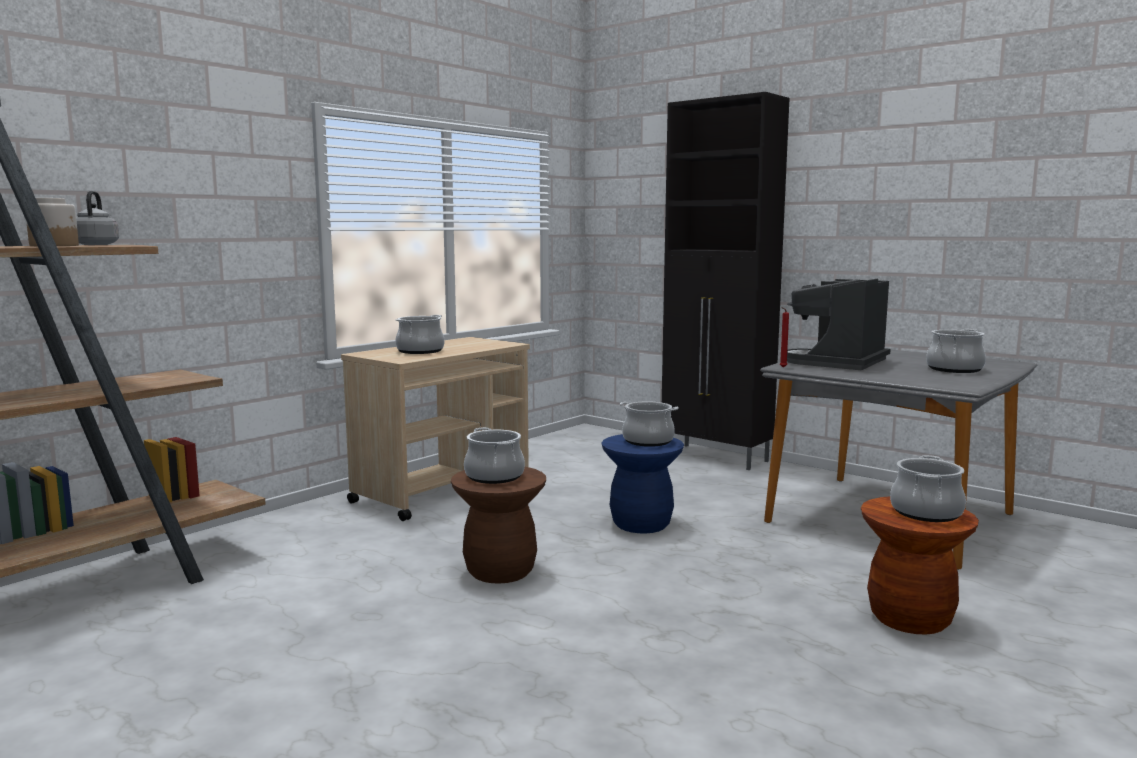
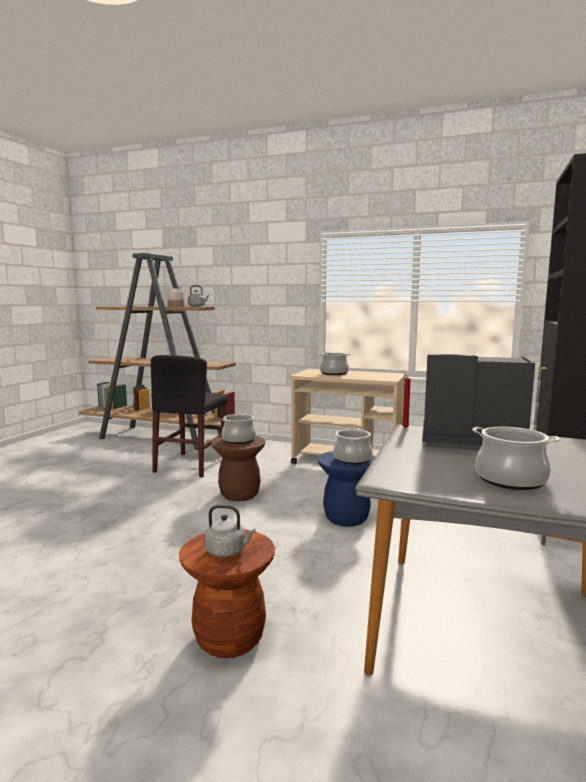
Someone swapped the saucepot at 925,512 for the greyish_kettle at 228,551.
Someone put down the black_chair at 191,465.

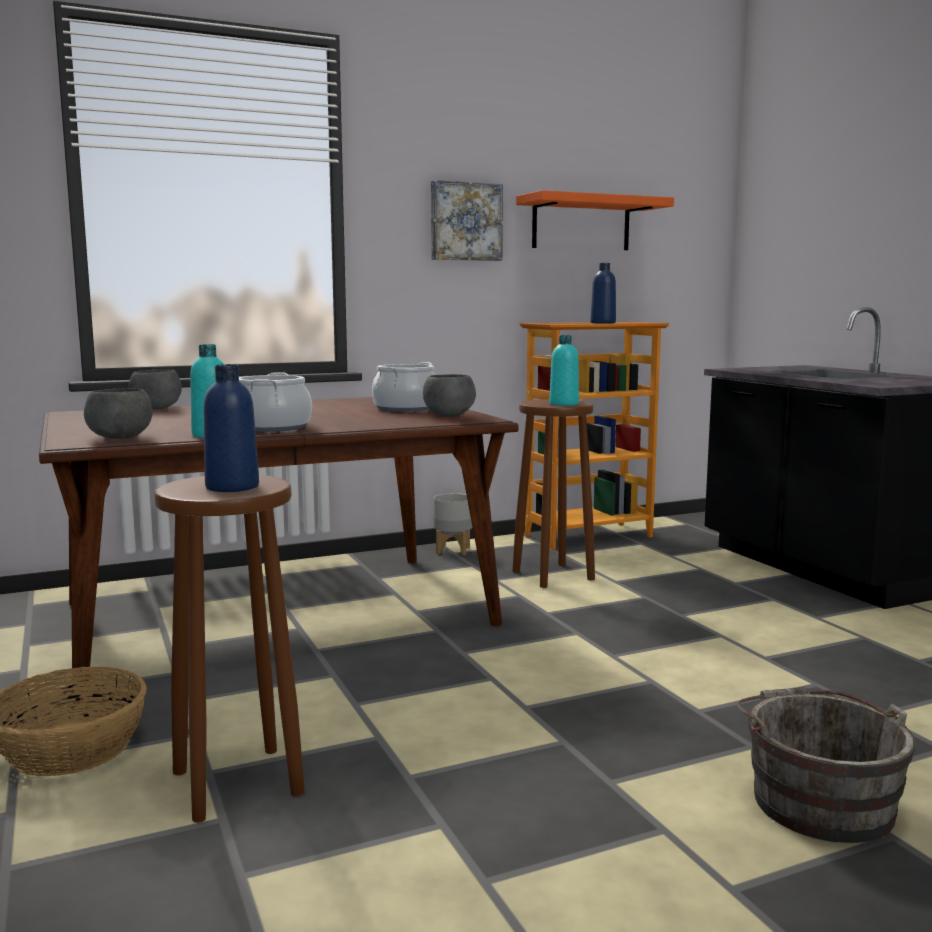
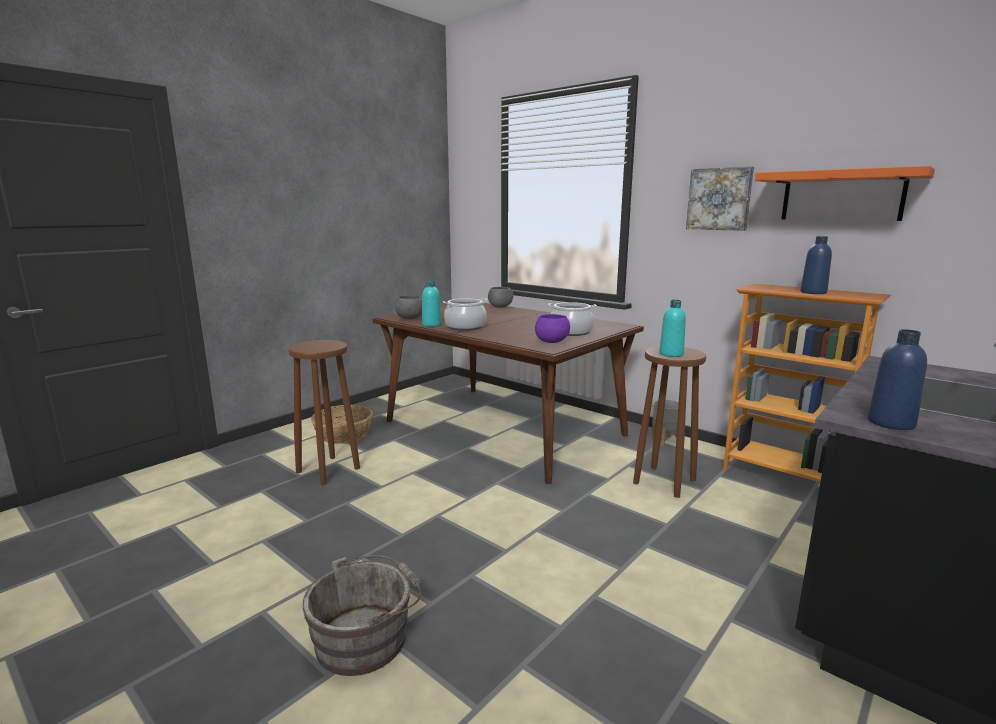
Someone carried the blue_bottle from 232,487 to 891,423.
Someone repainted the greyish_serving_bowl at 450,416, which became the purplish_serving_bowl at 552,342.

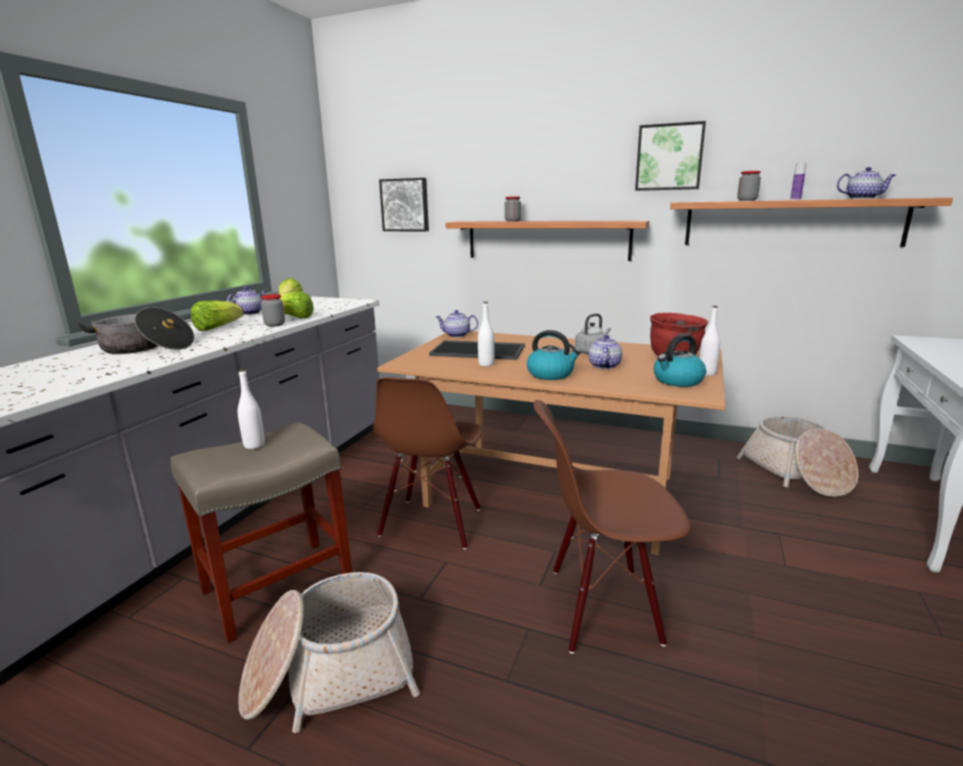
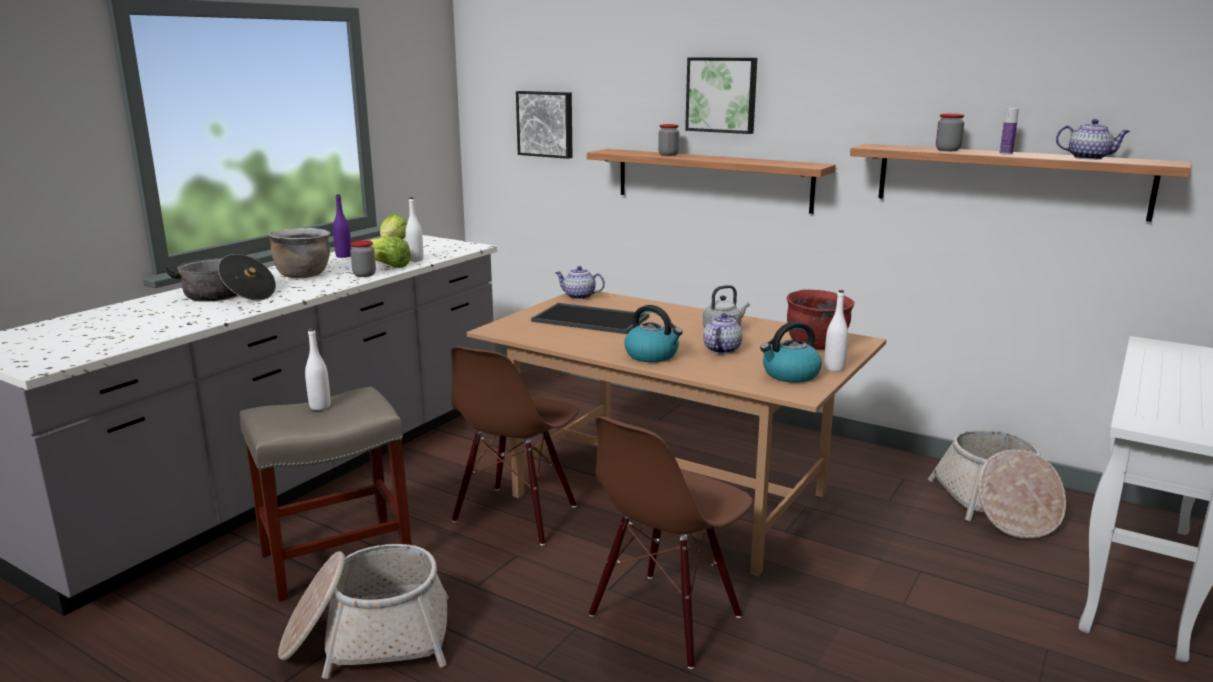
Someone swapped the lettuce_head at 217,328 for the brown_saucepot at 303,275.
Someone swapped the tea_pot at 249,313 for the purplish_bottle at 343,256.
Someone carried the white_bottle from 486,364 to 415,260.
Someone rotated the brown_chair at 603,607 by 60 degrees counterclockwise.
Someone carried the wall_picture from 669,157 to 722,95.

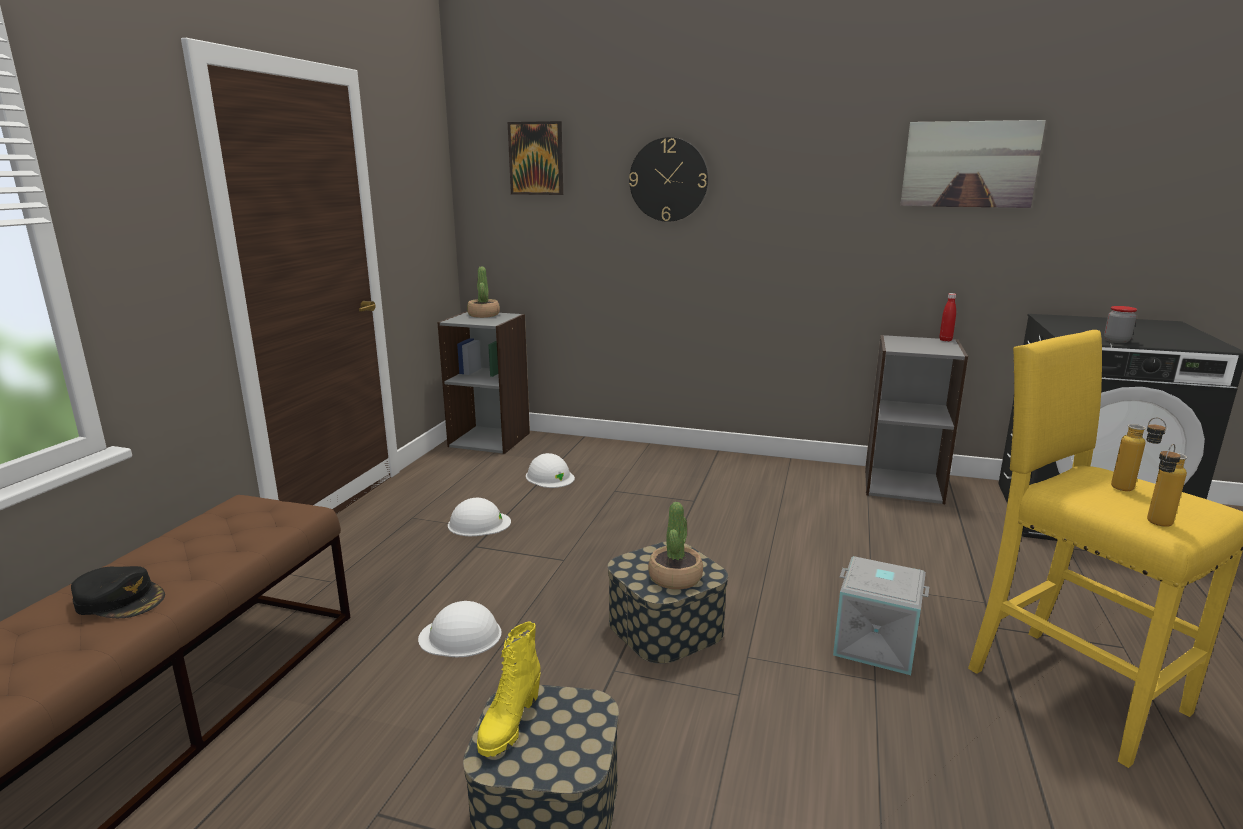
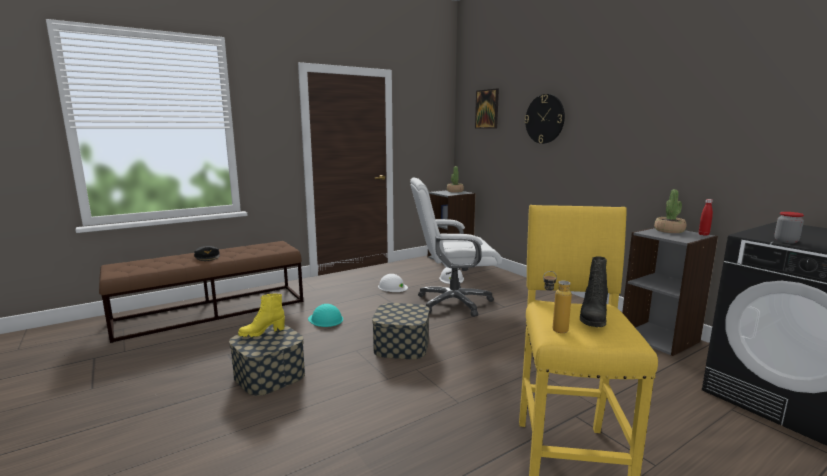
Someone repainted the white_hard_hat at 461,636, which became the turquoise-coloured_hard_hat at 325,319.
Someone carried the potted_plant from 675,577 to 669,231.
Someone took away the greyish_storage_box at 876,643.
Someone took away the wall_picture at 969,164.
Someone swapped the bottle at 1130,491 for the black_high-top_boot at 592,317.
Someone put down the white_office_chair at 453,302.

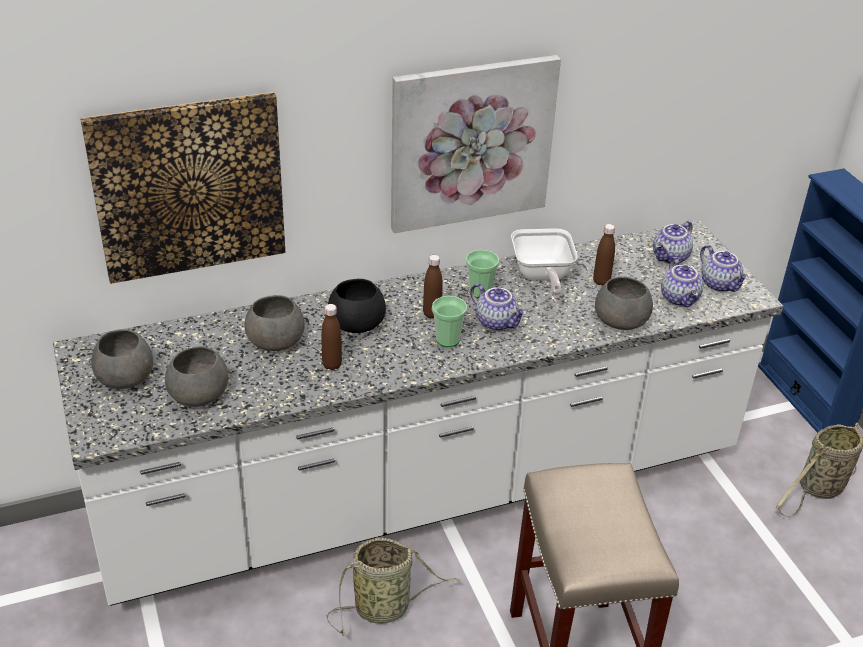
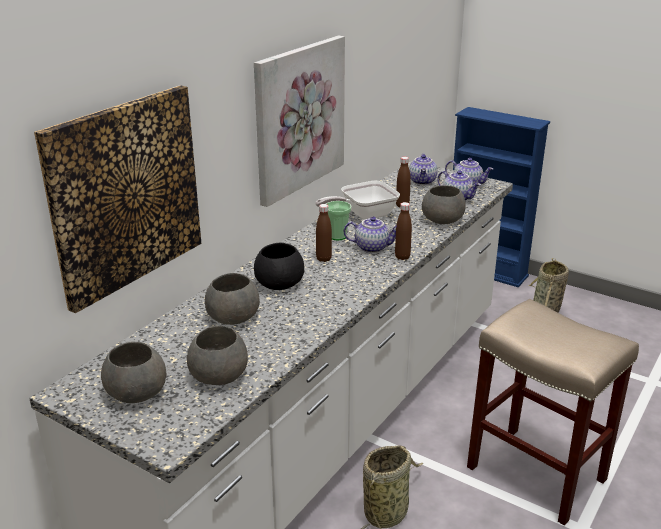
Someone carried the brown_bottle from 332,365 to 402,257.
Someone took away the small_cup at 447,340.
Someone rotated the frying_pan at 541,276 by 105 degrees clockwise.

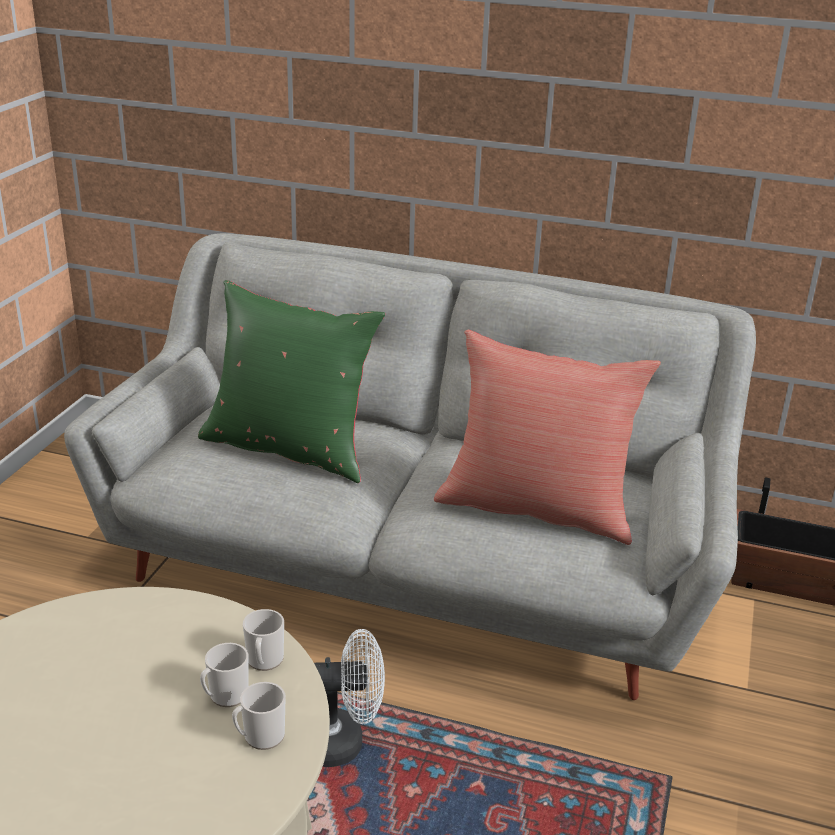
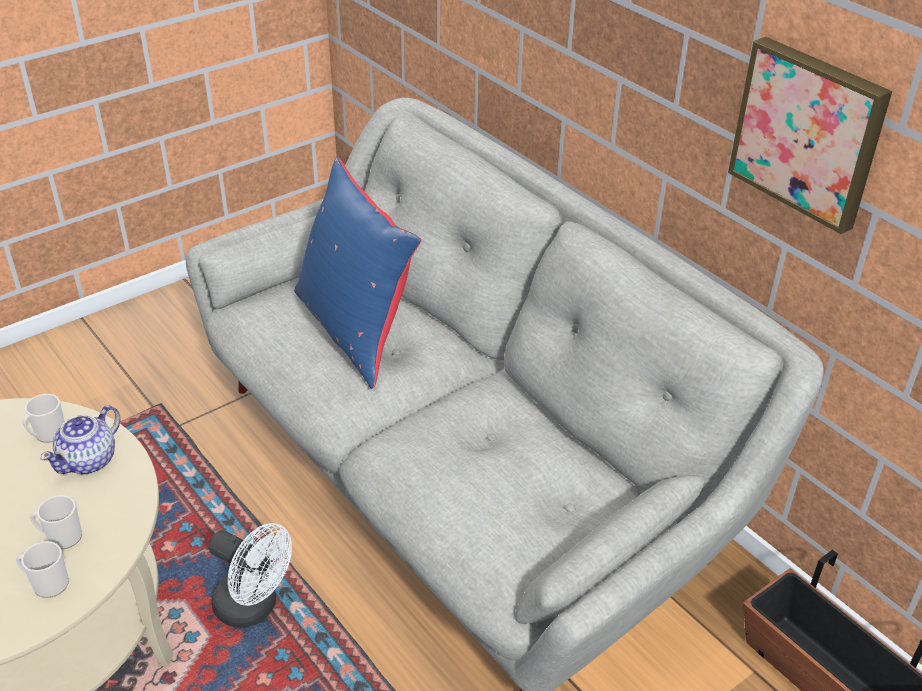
Someone repainted the greenish_cushion at 290,448, which became the blue_cushion at 355,330.
Someone carried the tea_mug from 264,661 to 47,434.
Someone took away the red_cushion at 536,508.
Someone put down the tea_pot at 89,460.
Someone put up the wall_picture at 809,132.

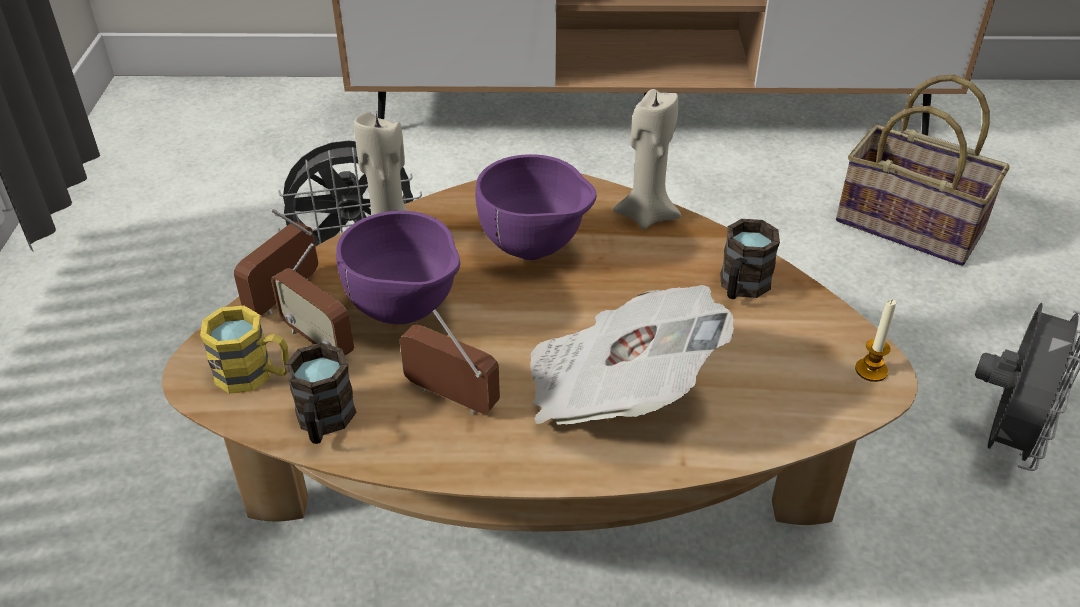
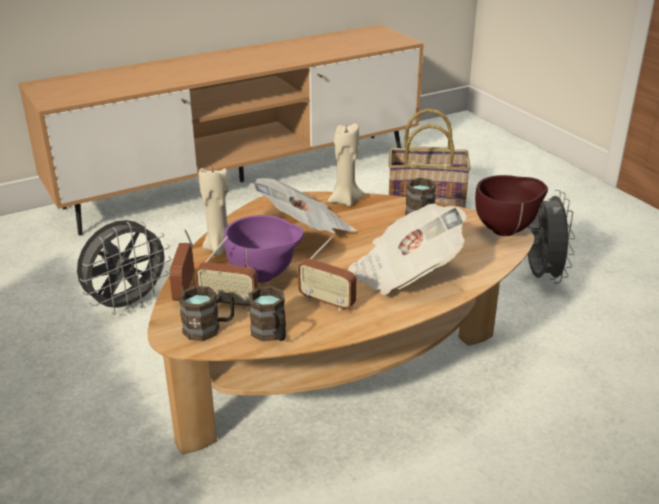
Someone repainted the yellow-coloured_tea_mug at 255,375, which became the brown_tea_mug at 209,328.
Someone rotated the radio_set at 451,397 by 150 degrees counterclockwise.
Someone swapped the purplish_serving_bowl at 536,251 for the printed_paper at 304,230.
Someone swapped the wax_candle at 871,370 for the brown_serving_bowl at 507,230.

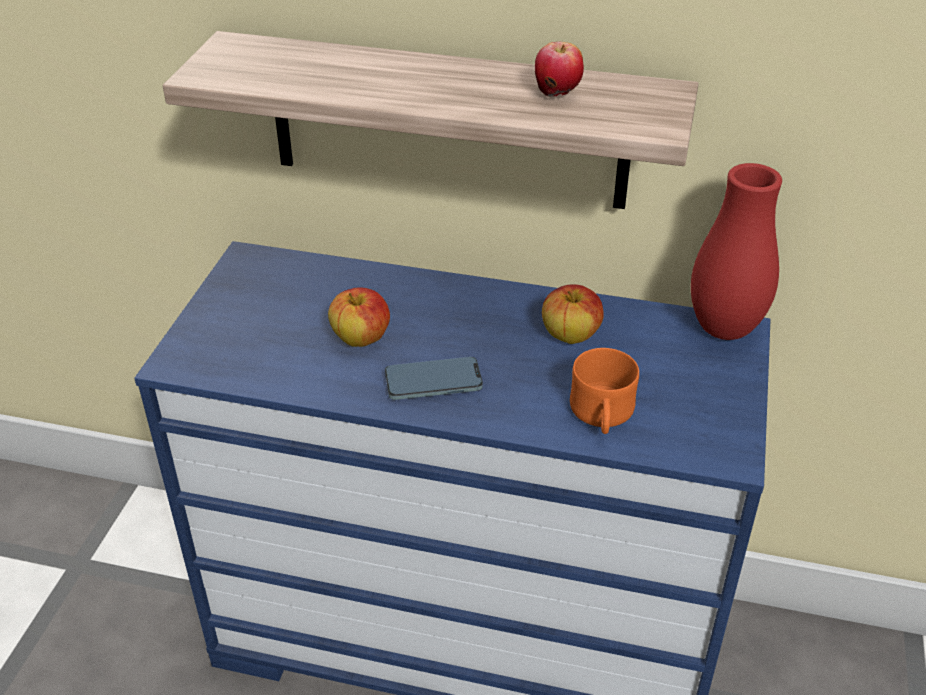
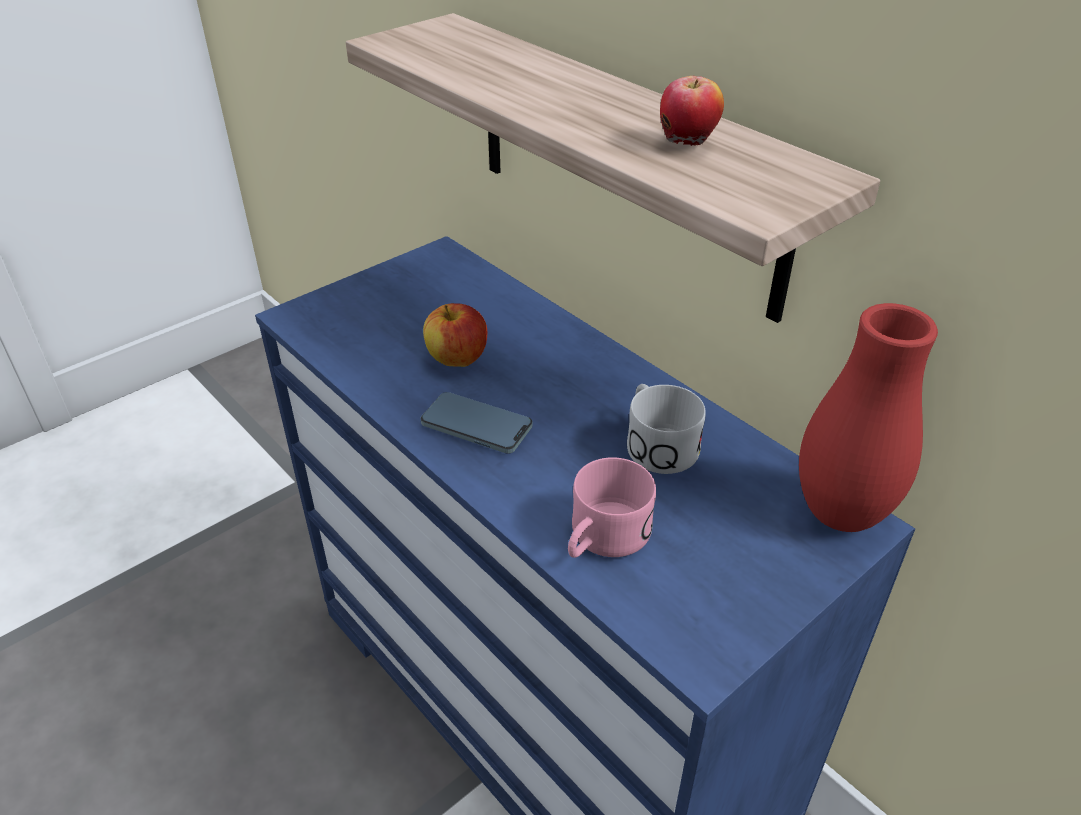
Someone swapped the whole_apple at 571,336 for the white_tea_mug at 656,443.
Someone repainted the orange-coloured_tea_mug at 602,416, which became the pink-coloured_tea_mug at 602,539.

